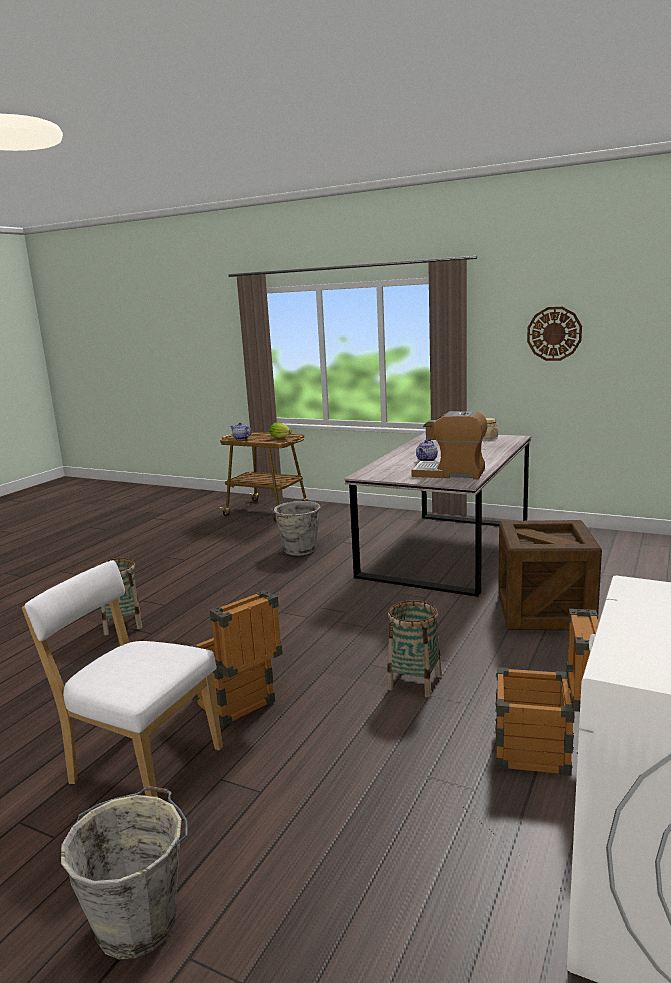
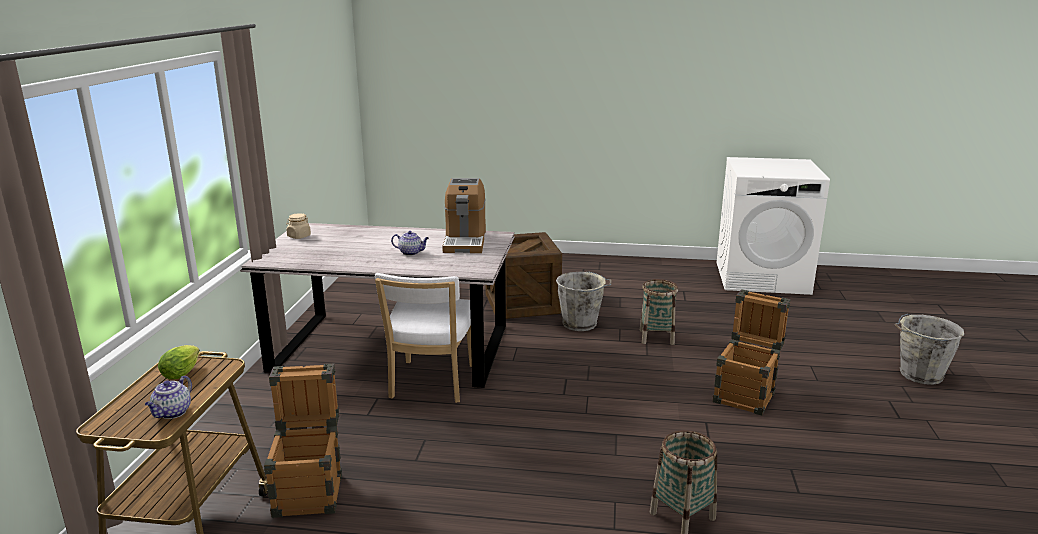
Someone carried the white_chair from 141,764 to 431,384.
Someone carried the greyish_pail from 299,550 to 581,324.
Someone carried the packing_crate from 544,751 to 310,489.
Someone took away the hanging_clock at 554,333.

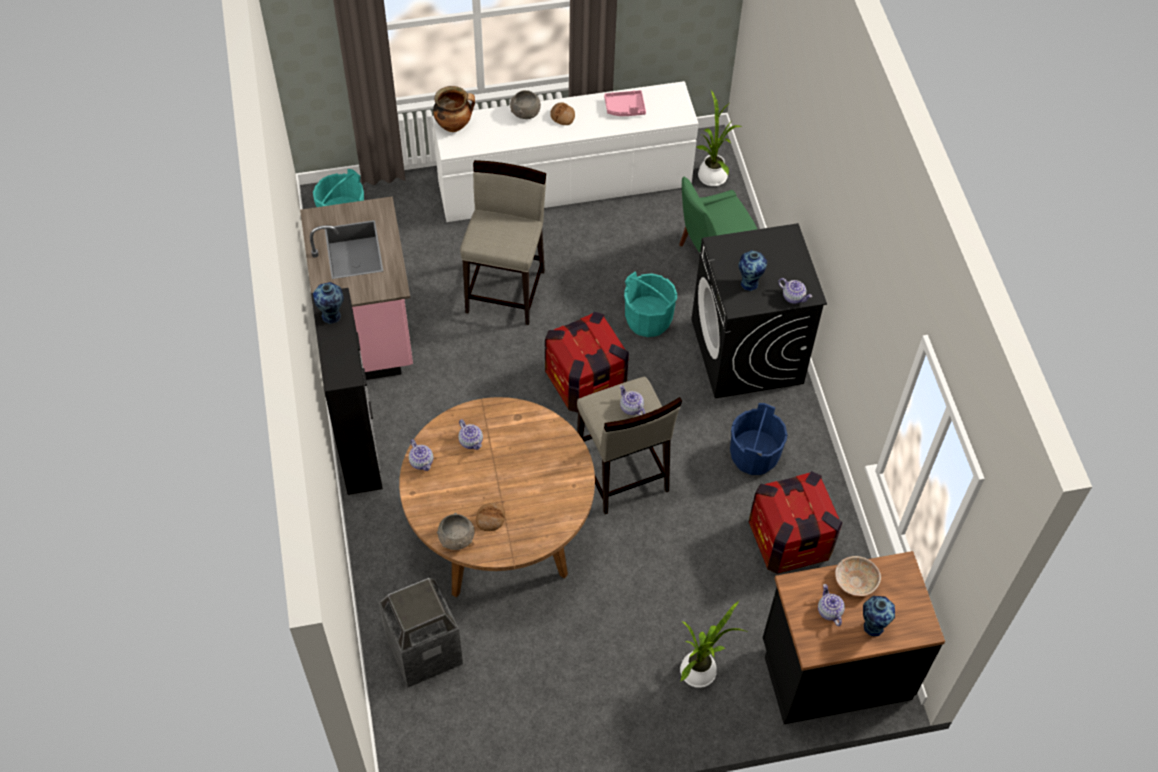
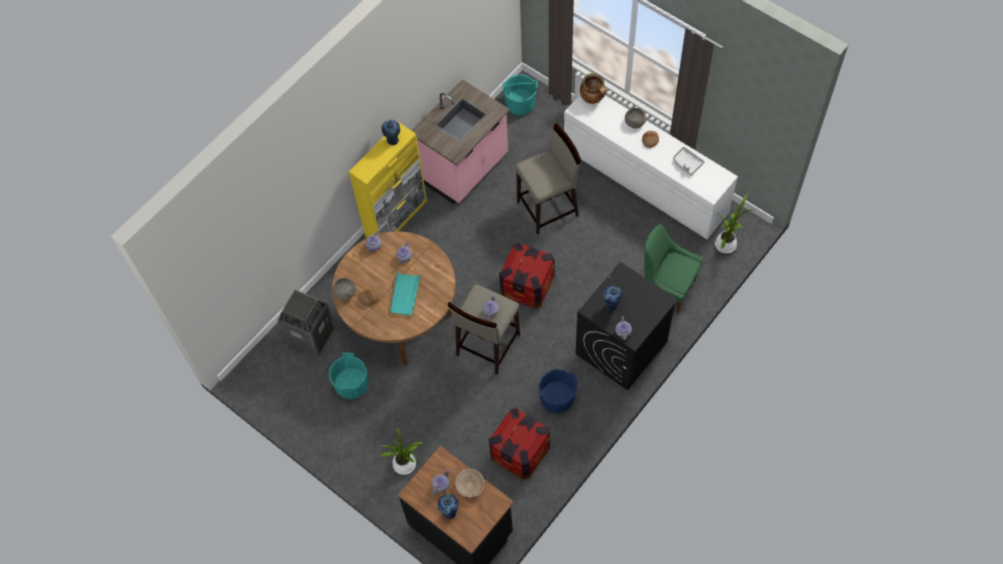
Someone repainted the black_cabinet at 358,444, which became the yellow-coloured_cabinet at 396,218.
Someone repainted the pink-coloured_tray at 625,108, which became the greyish_tray at 687,163.
Someone carried the turquoise-coloured_pail from 648,319 to 352,385.
Someone put down the turquoise-coloured_tray at 405,295.

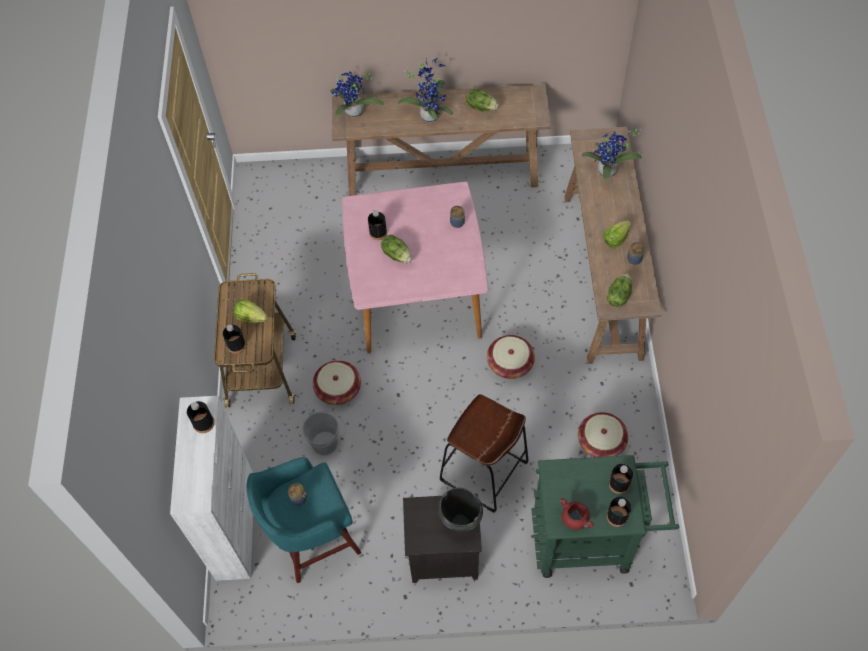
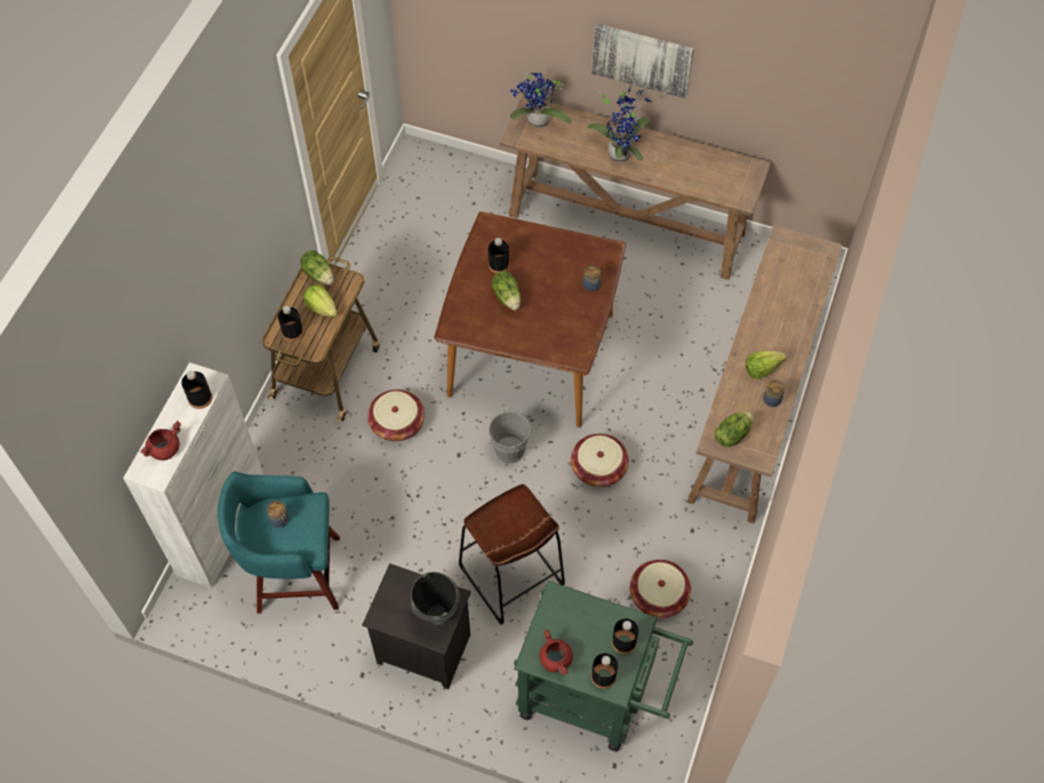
Someone carried the greyish_pail from 327,442 to 513,450.
Someone repainted the pink-coloured_dining_table at 417,296, which became the brown_dining_table at 531,354.
Someone carried the lettuce_head from 481,107 to 319,274.
Someone took away the potted_plant at 608,173.
Someone put down the red_saucepot at 165,448.
Someone put up the wall_picture at 642,59.

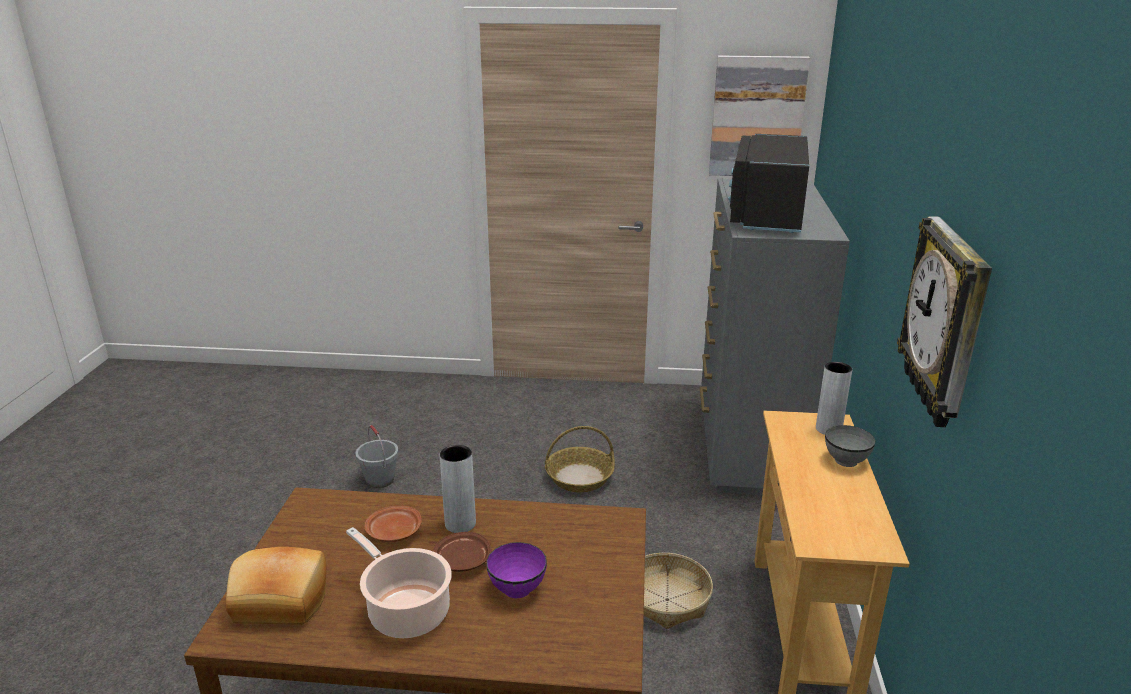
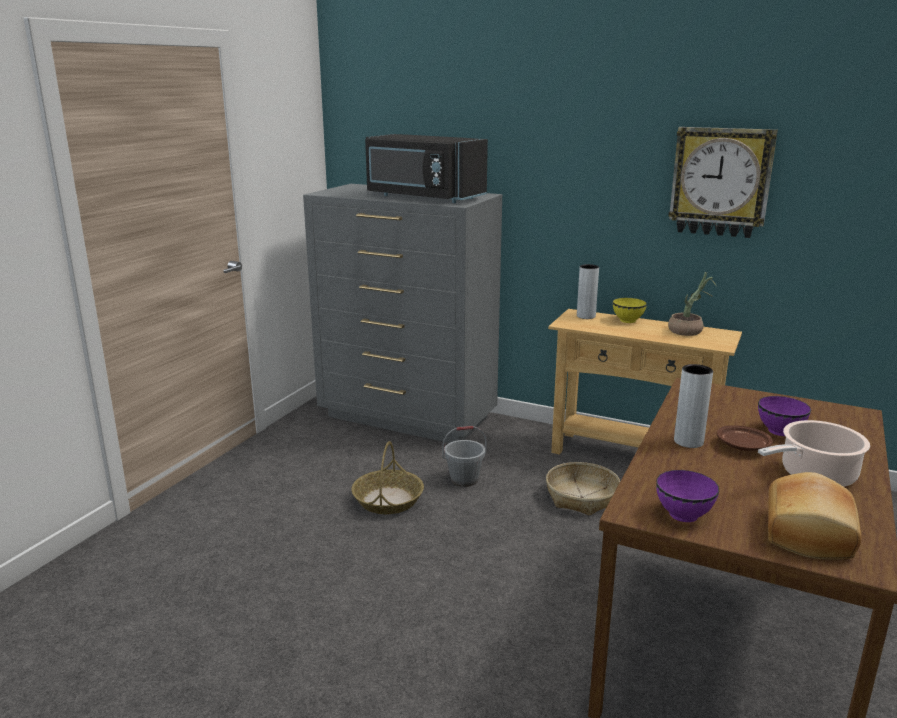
Someone carried the greyish_pail from 380,480 to 464,479.
Someone took away the brown_flat_dish at 393,532.
Someone took away the wall_picture at 757,117.
Someone repainted the greyish_serving_bowl at 846,460, which became the yellow-coloured_serving_bowl at 627,320.
Someone put down the purplish_serving_bowl at 683,515.
Someone put down the potted_plant at 689,331.

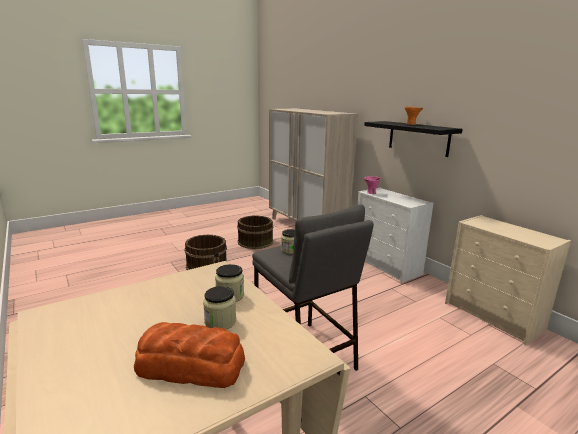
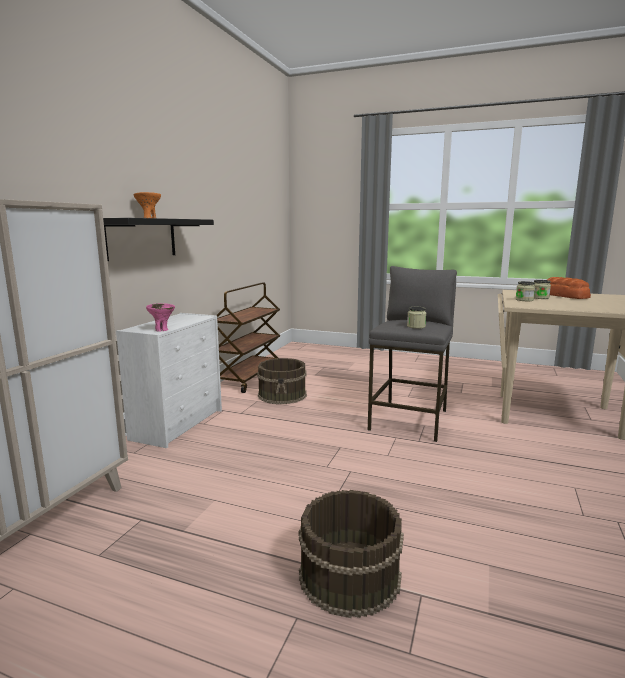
Someone carried the brown_pail from 255,242 to 283,395.
Someone swapped the beige-coloured_drawer_chest at 493,316 for the brown_trolley at 248,378.

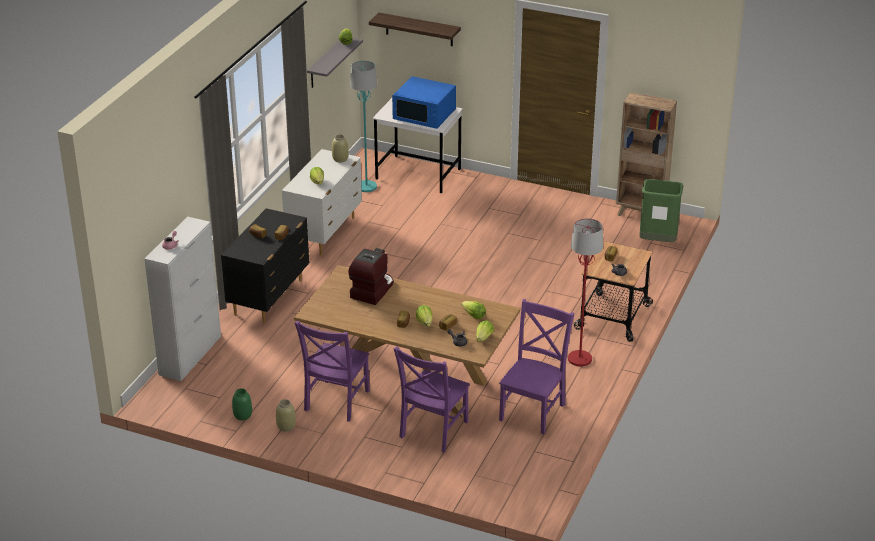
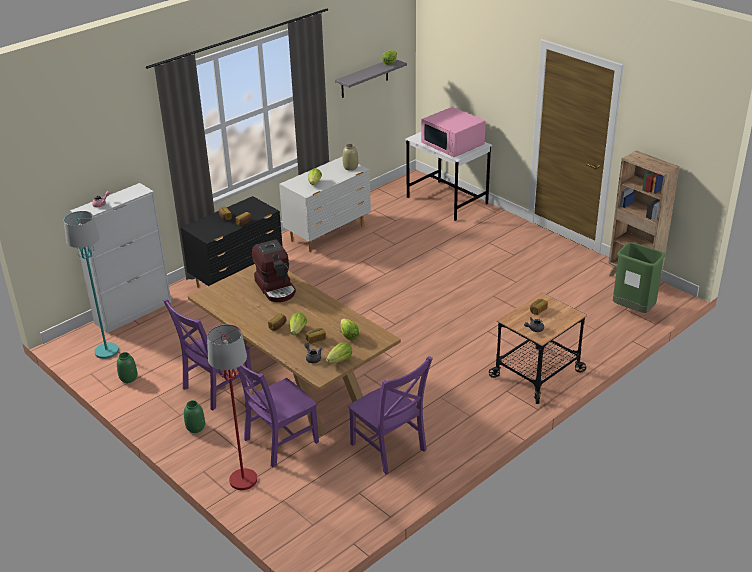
Someone took away the beige-coloured_decorative_vase at 286,426.
Someone rotated the coffee_maker at 372,290 by 105 degrees clockwise.
Someone carried the turquoise-coloured_floor_lamp from 366,187 to 106,351.
Someone took away the wall_shelf at 419,29.
Someone repainted the blue_microwave_oven at 425,115, which became the pink-coloured_microwave_oven at 453,144.
Someone rotated the purplish_chair at 533,410 by 90 degrees clockwise.
Someone carried the red_floor_lamp from 579,359 to 243,480.
Someone put down the greenish_decorative_vase at 195,427.

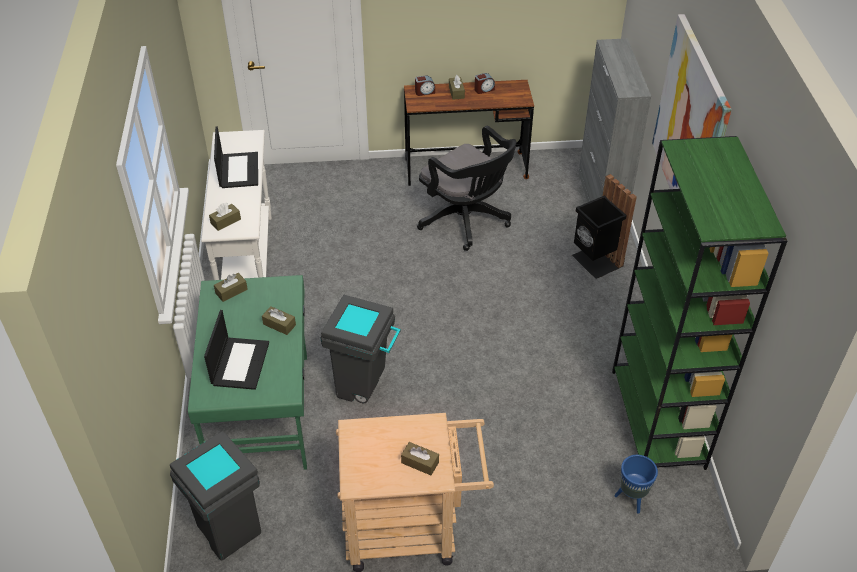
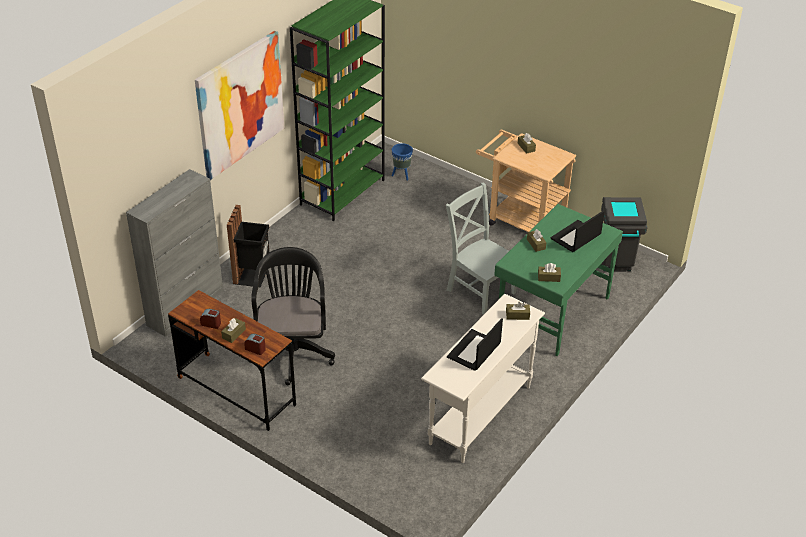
Someone swapped the greyish_rubbish_bin at 365,388 for the greyish_chair at 479,289.

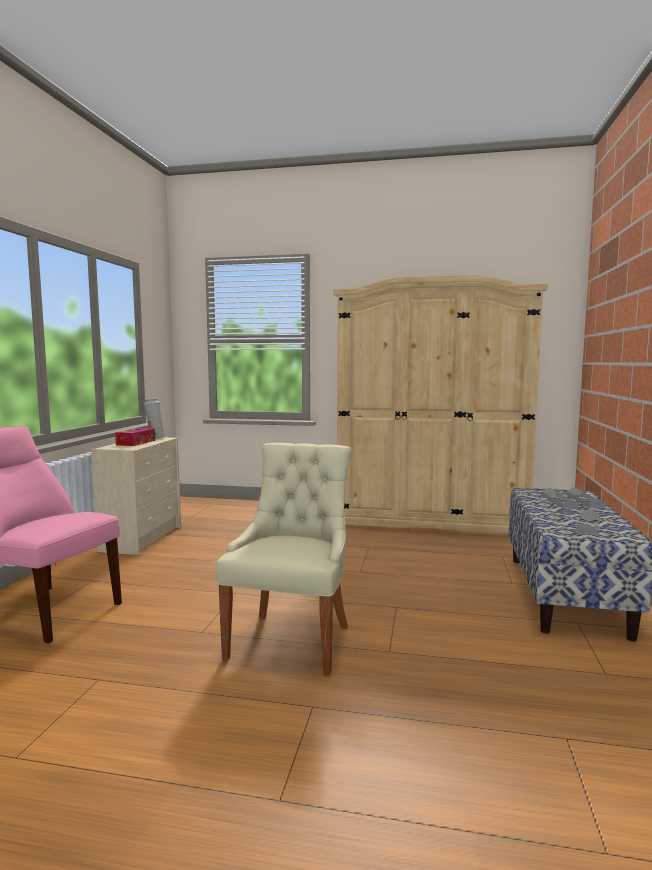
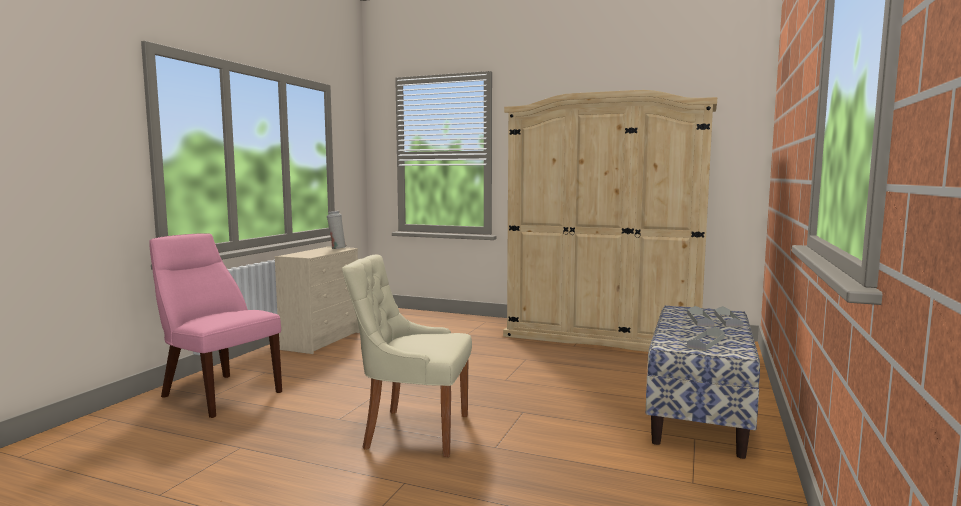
Someone took away the tissue_box at 135,443.
Someone rotated the beige-coloured_chair at 292,639 by 105 degrees counterclockwise.

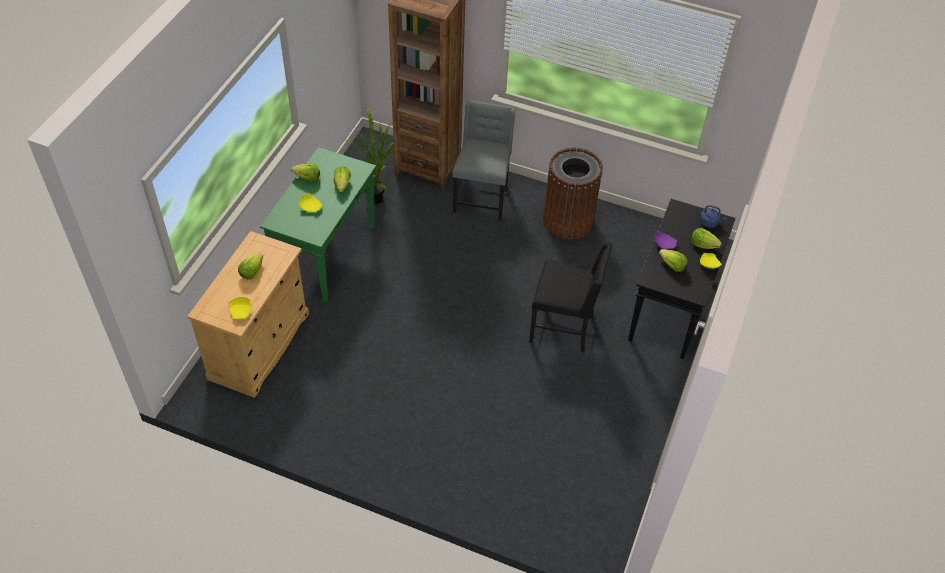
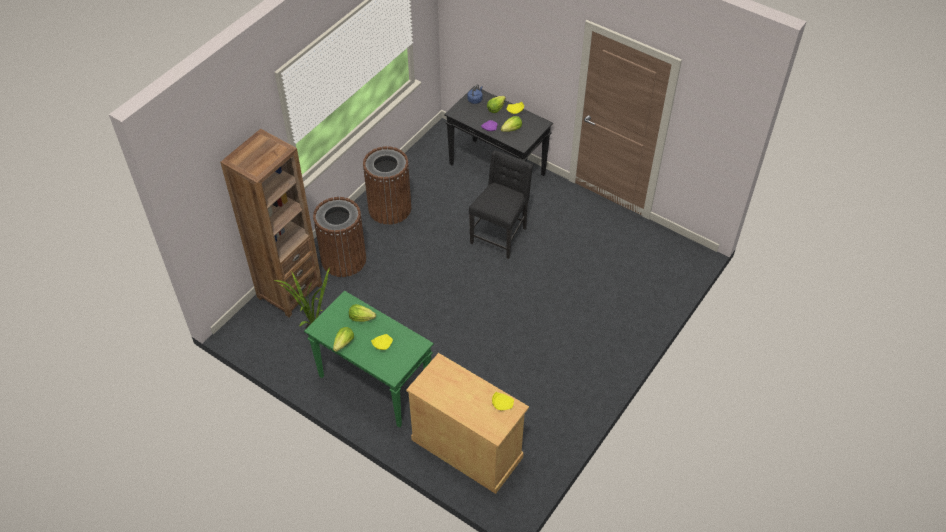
Someone took away the lettuce_head at 251,272.
Someone swapped the greyish_chair at 482,198 for the brown_rubbish_bin at 343,259.

